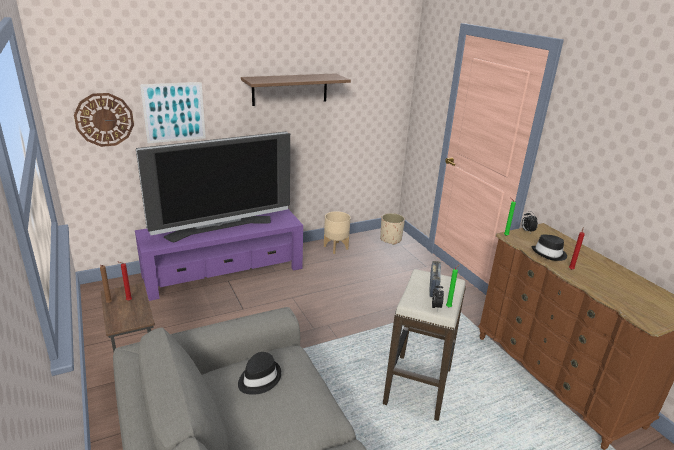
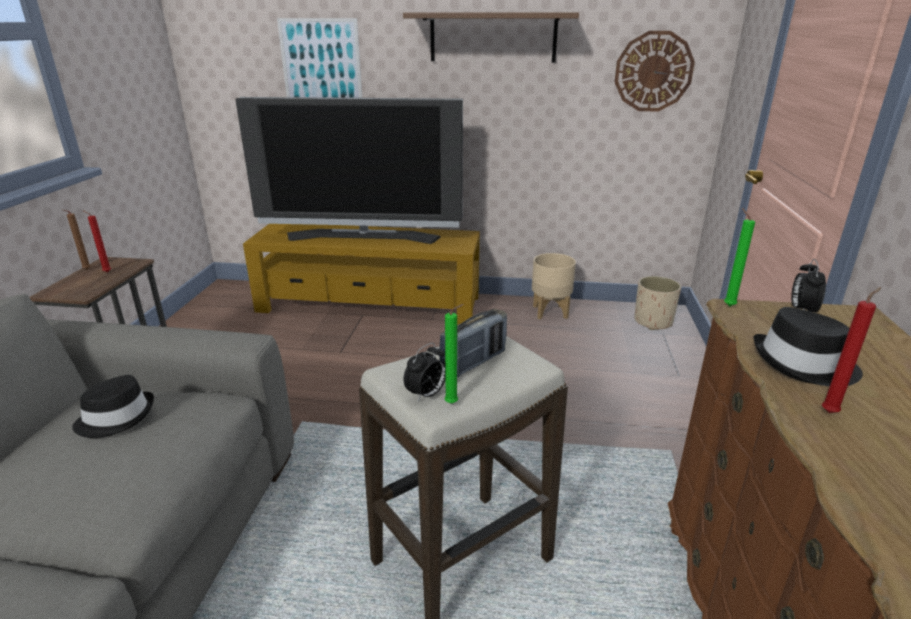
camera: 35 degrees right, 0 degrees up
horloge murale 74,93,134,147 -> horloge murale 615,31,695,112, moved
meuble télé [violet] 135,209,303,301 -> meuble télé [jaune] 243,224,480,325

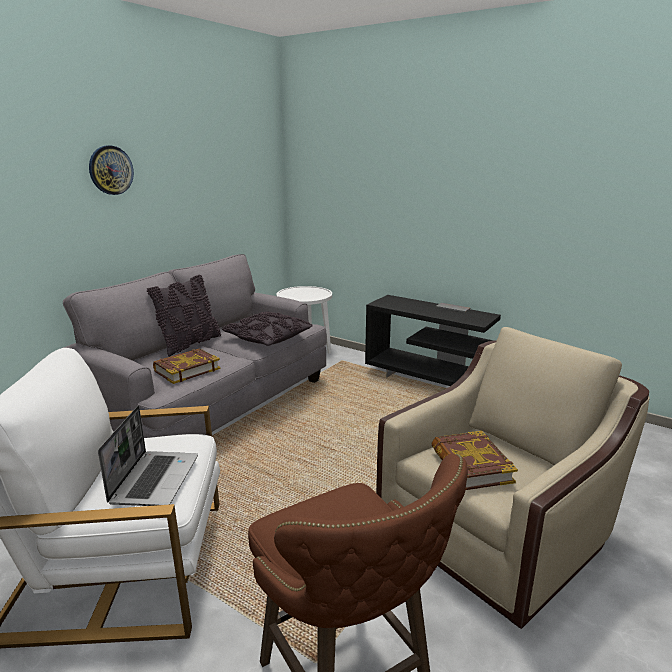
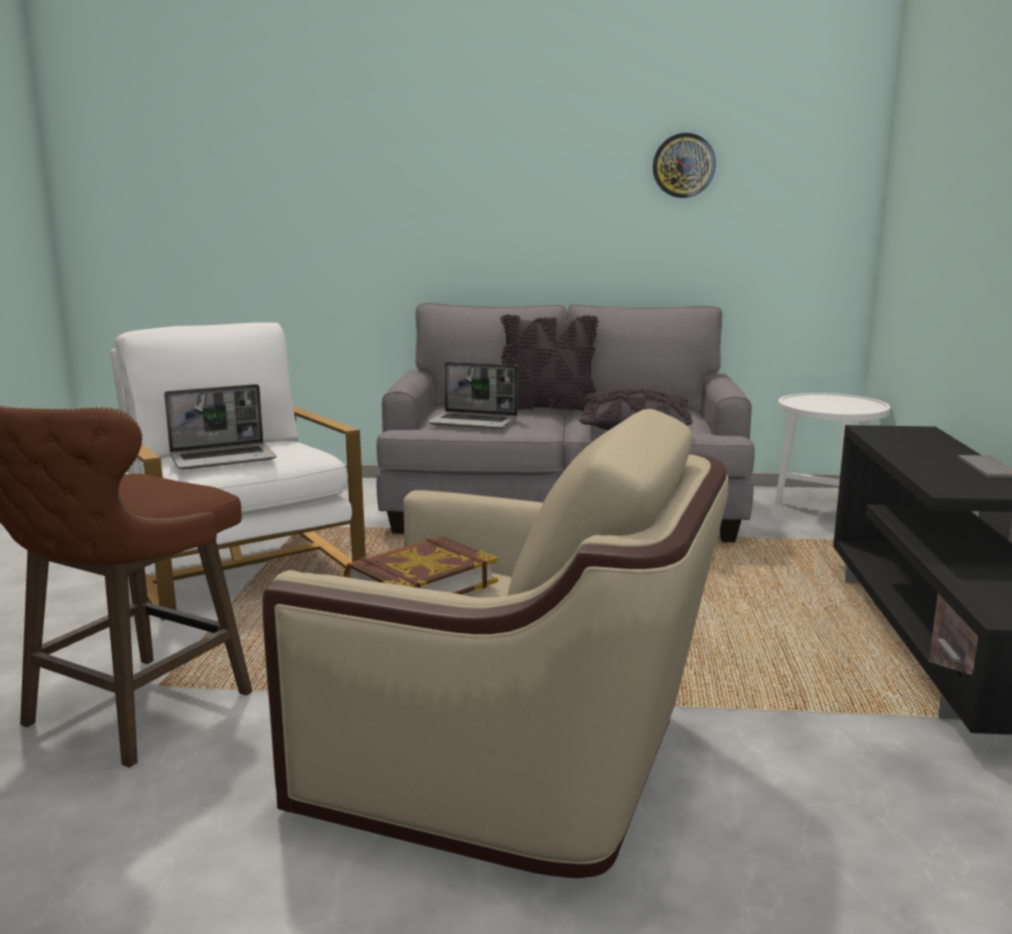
camera: 60 degrees right, 5 degrees down
horloge murale 89,146,134,195 -> horloge murale 653,133,716,198, moved
livre 153,348,221,384 -> ordinateur portable 428,362,518,429

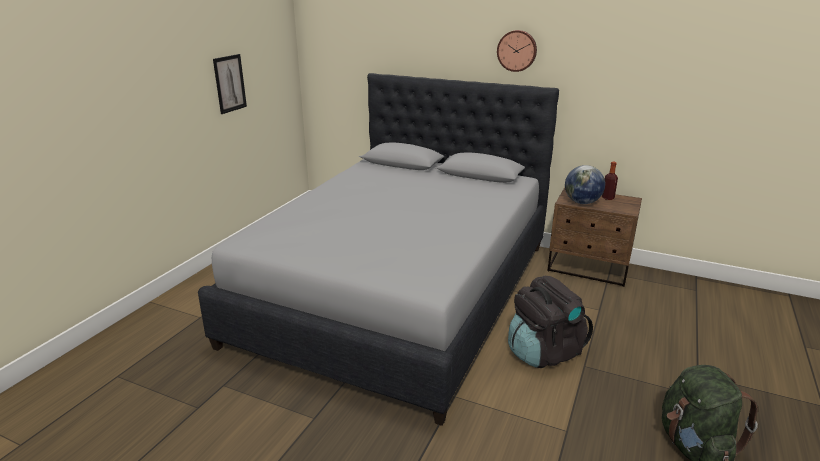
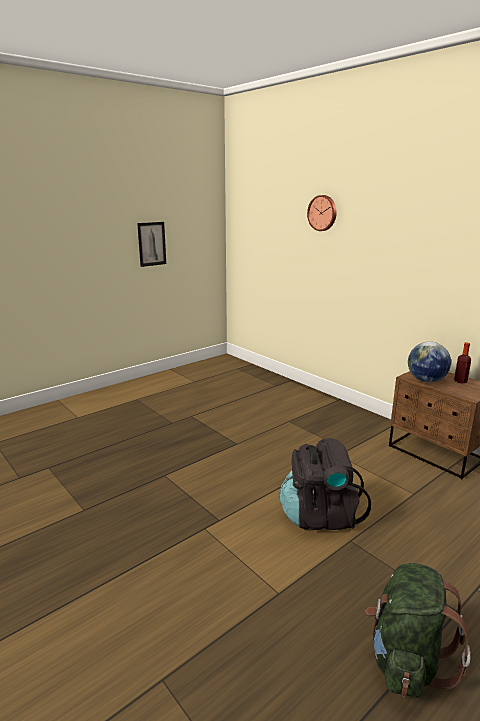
camera: 25 degrees right, 5 degrees down
lit [gris] 198,73,559,426 -> none
horloge murale 497,30,537,72 -> horloge murale 307,195,337,231, moved

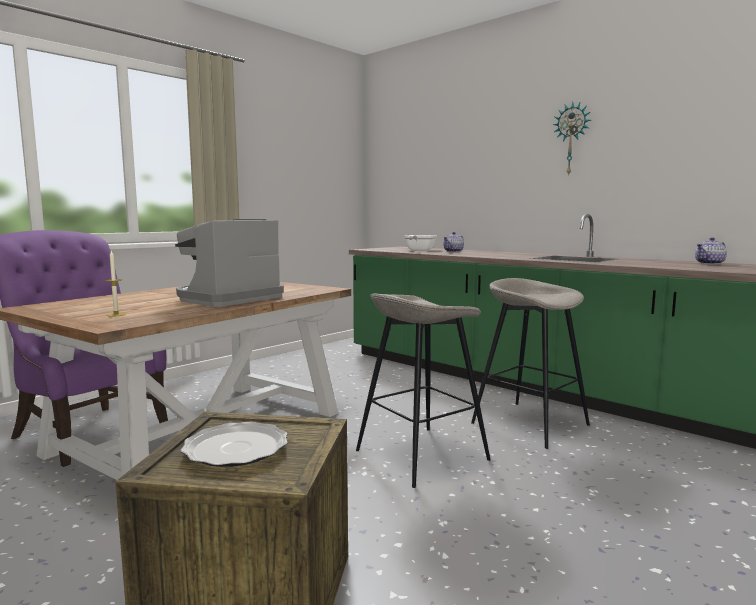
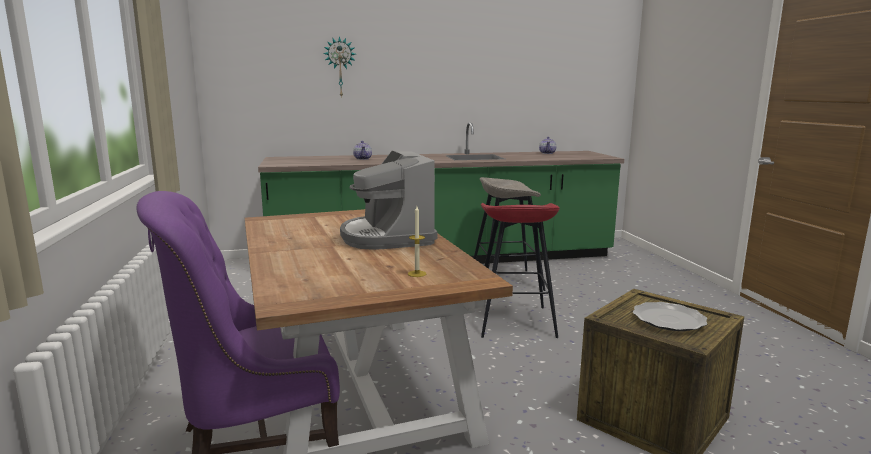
camera: 55 degrees left, 5 degrees up
tabouret [gris] 356,294,490,488 -> tabouret [rouge] 481,203,560,338
poêle 404,235,437,251 -> none
horloge murale 553,102,591,176 -> horloge murale 323,36,356,98, moved

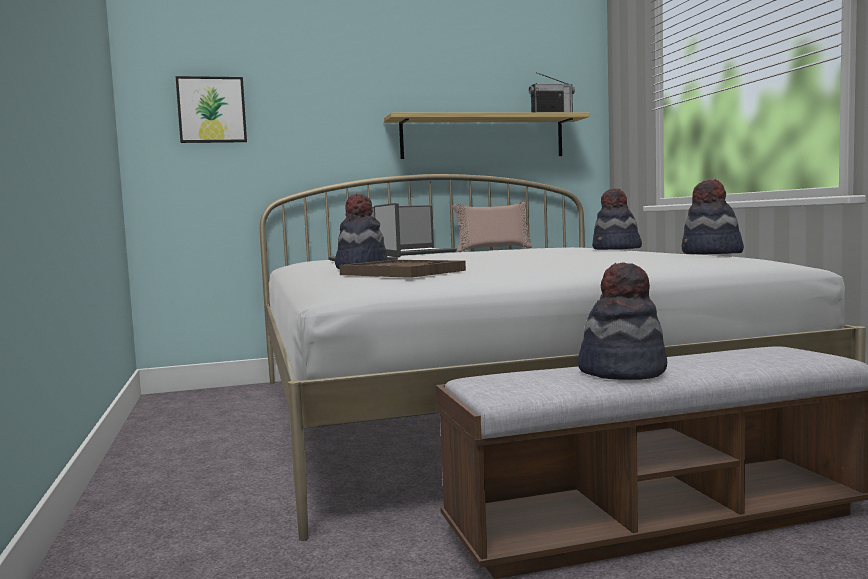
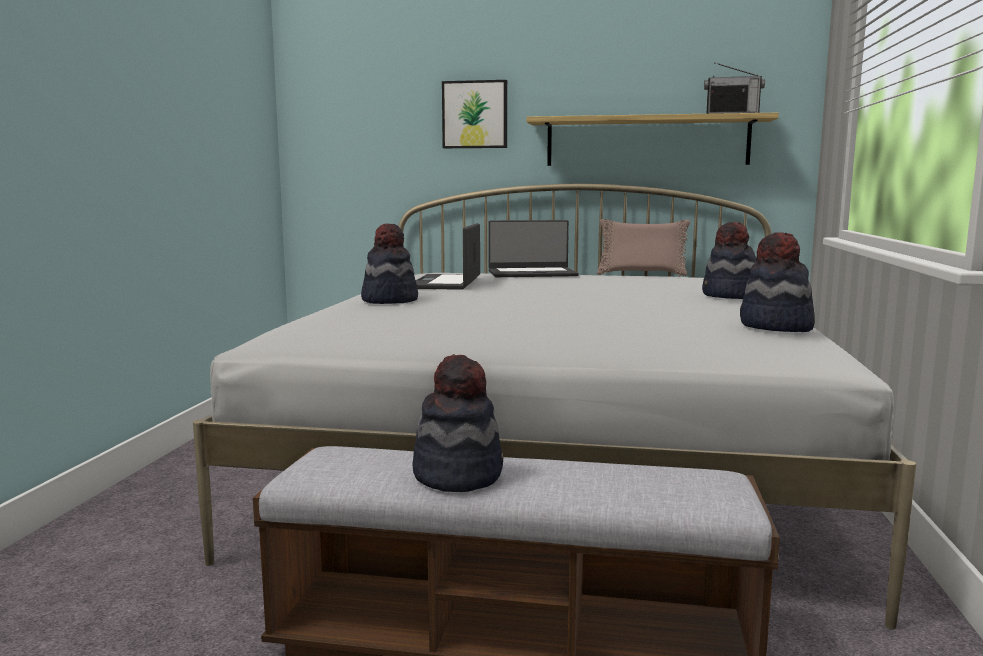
camera: 25 degrees right, 5 degrees up
tableau 176,76,247,143 -> tableau 442,80,507,148, moved
plateau [marron] 339,260,466,278 -> none

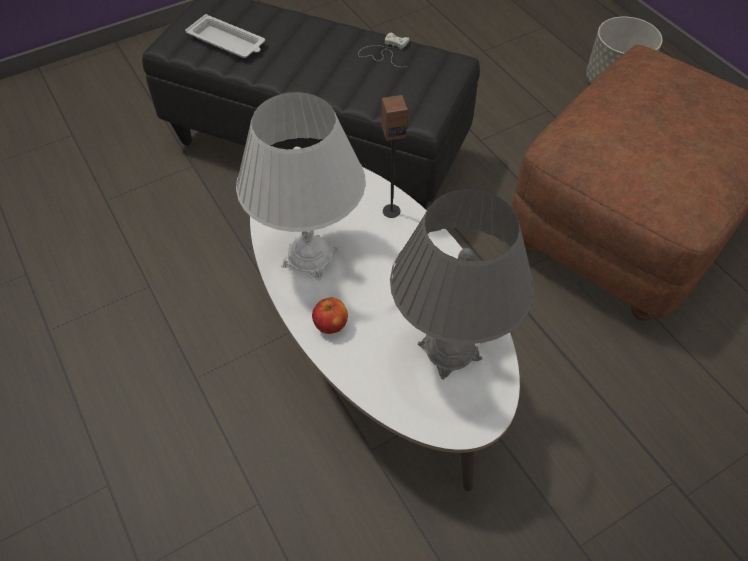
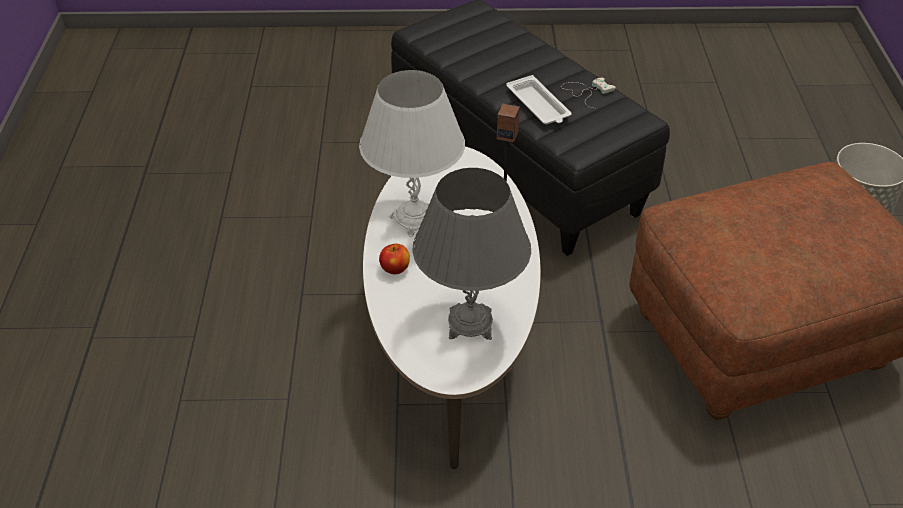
camera: 30 degrees right, 10 degrees down
plateau [blanc] 185,14,265,58 -> plateau [blanc] 506,75,572,124, moved

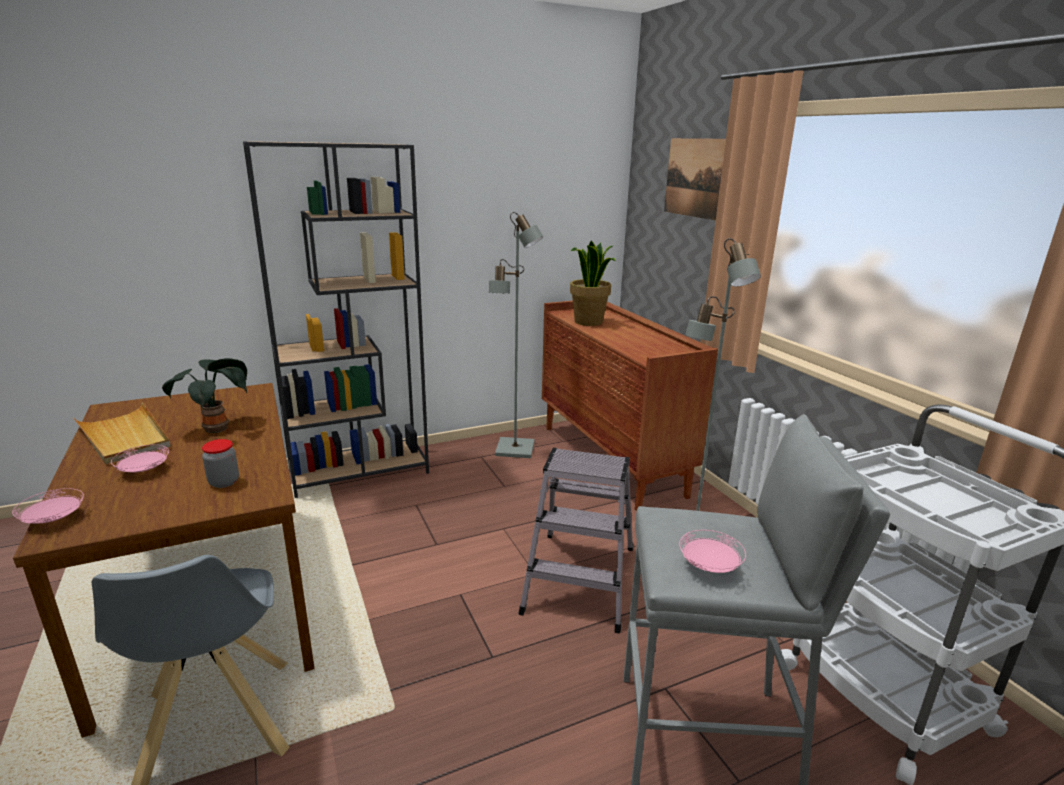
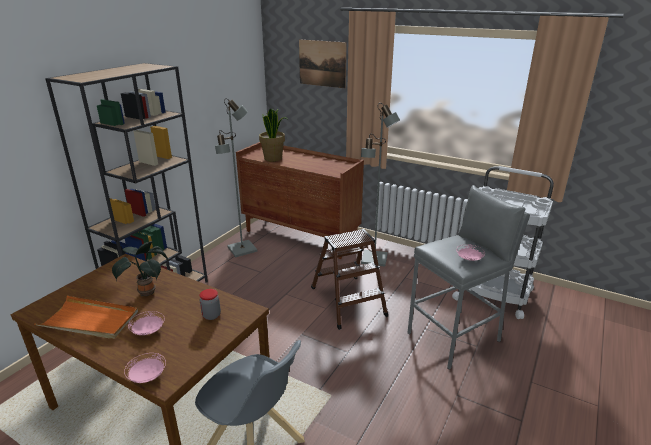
camera: 35 degrees left, 5 degrees up
plateau [beige] 73,402,171,464 -> plateau [orange] 34,296,138,339
escabeau [gris] 519,448,633,633 -> escabeau [marron] 311,229,388,330

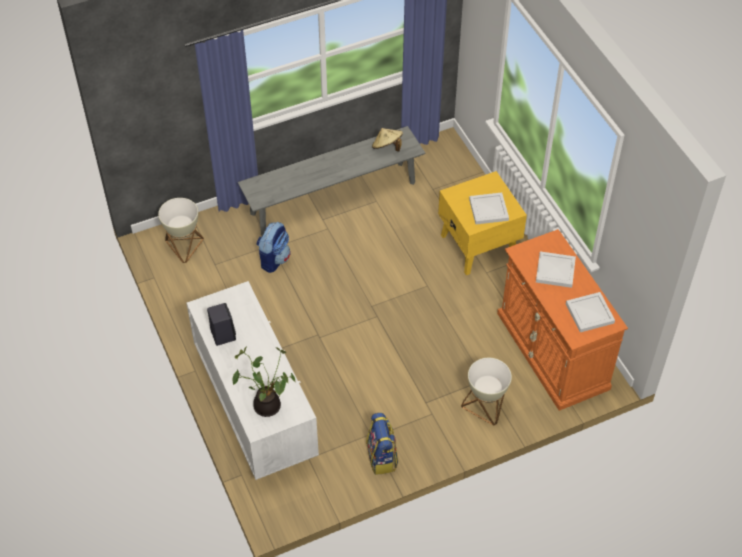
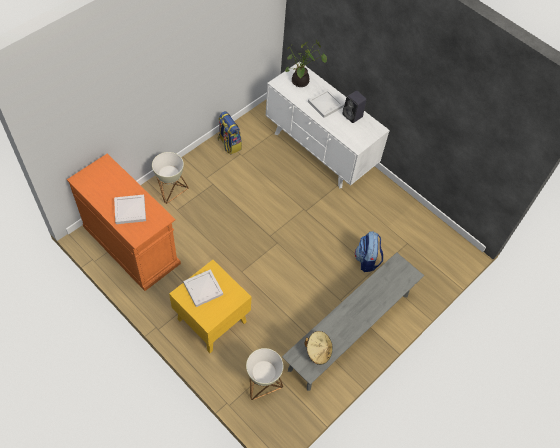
camera: 155 degrees right, 5 degrees up
cache-pot 158,198,204,263 -> cache-pot 246,348,283,400, moved
plateau [blanc] 566,292,615,332 -> plateau [blanc] 308,89,344,118, moved

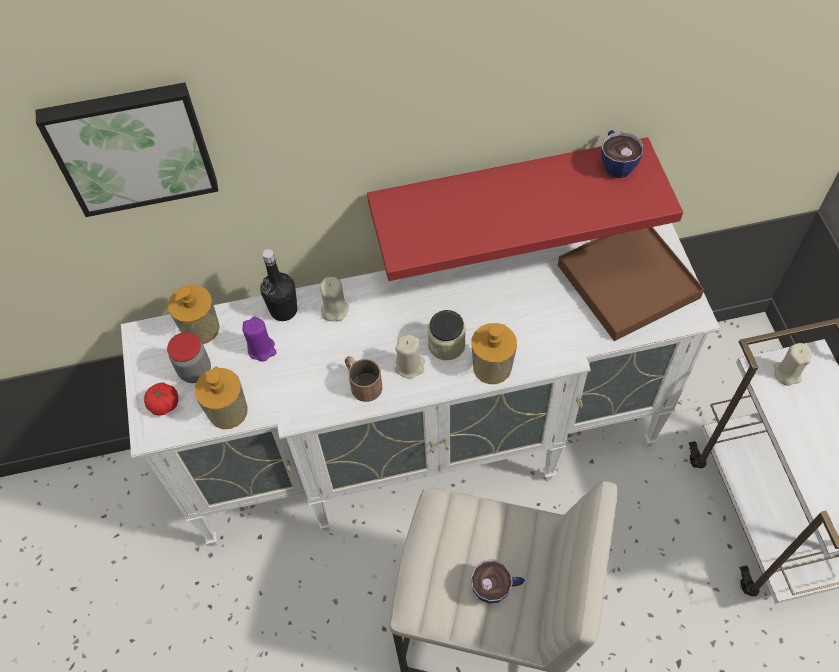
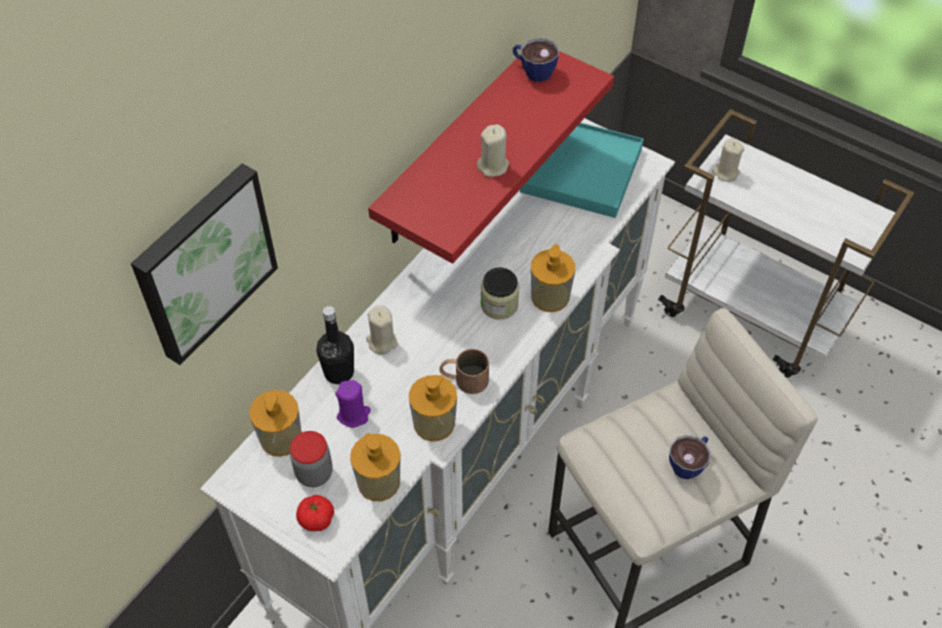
camera: 45 degrees left, 5 degrees down
bougie [beige] 395,335,425,378 -> bougie [beige] 477,124,509,177, moved
plateau [marron] 558,227,704,341 -> plateau [turquoise] 520,122,643,218
none -> distributeur de savon 409,375,457,441

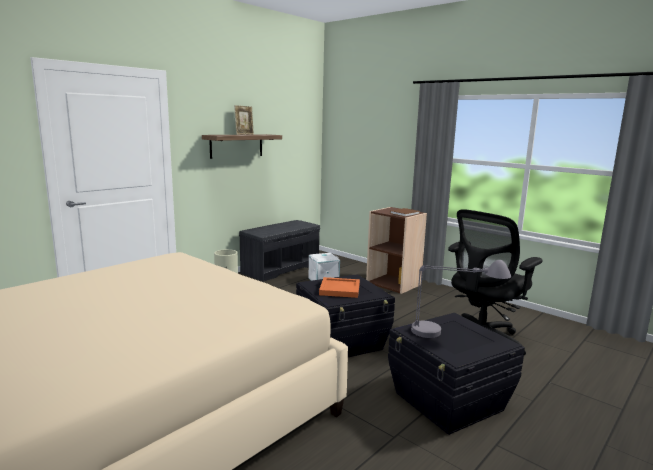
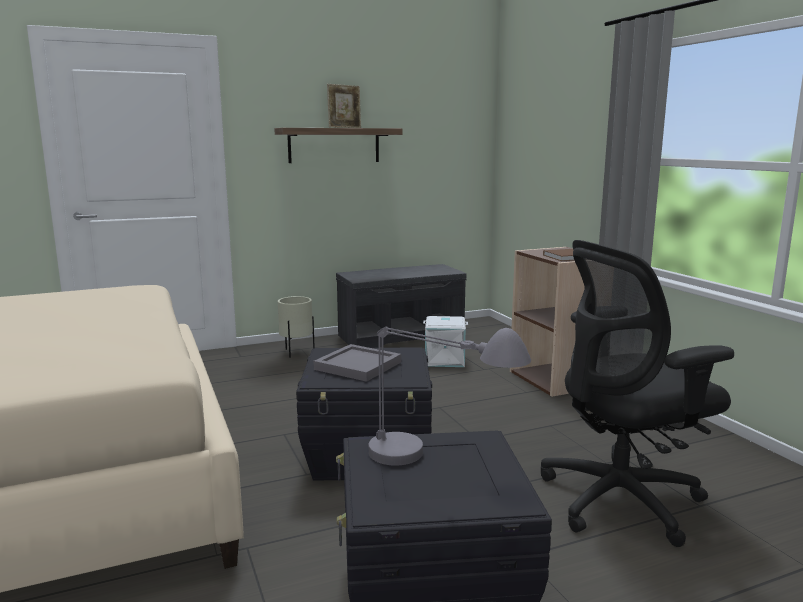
camera: 25 degrees right, 0 degrees up
plateau [orange] 319,277,360,298 -> plateau [gris] 314,344,401,382

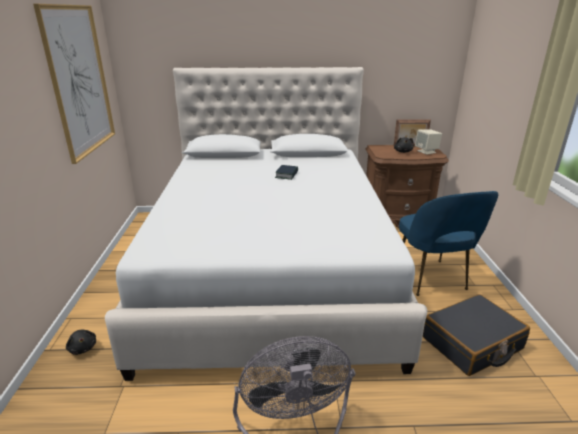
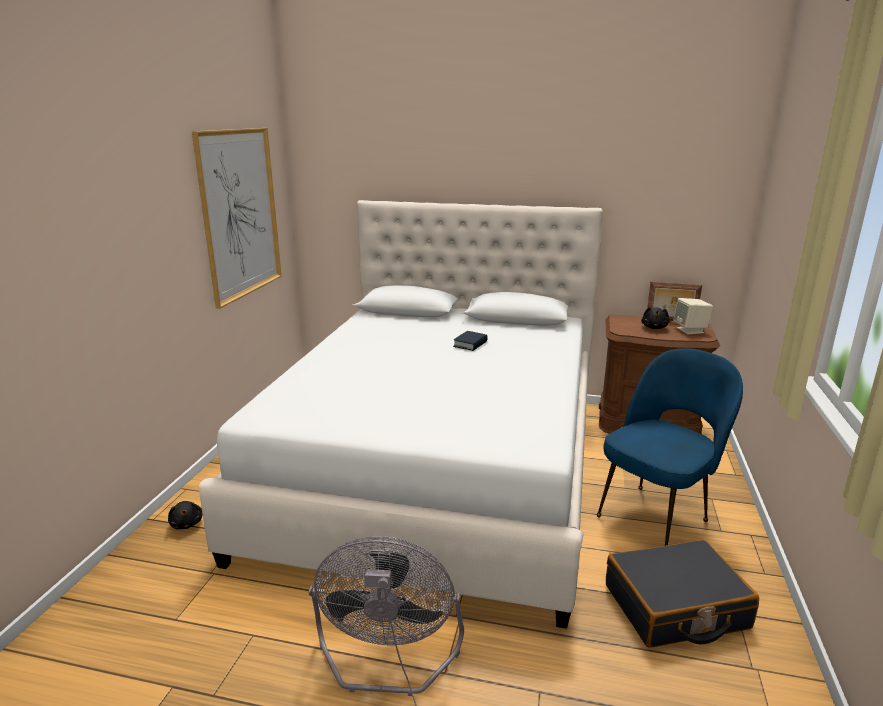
camera: 15 degrees right, 5 degrees down
chaise [bleu] 399,191,498,296 -> chaise [bleu] 597,348,743,546, 135 degrees counterclockwise

